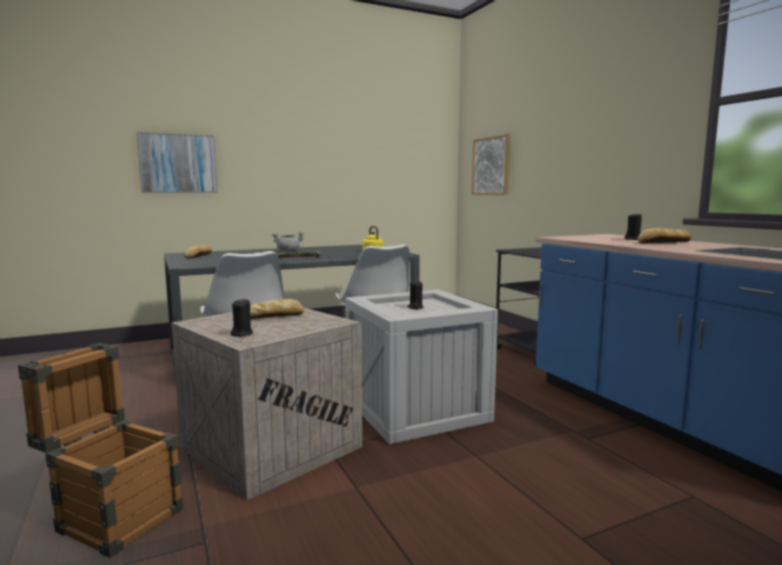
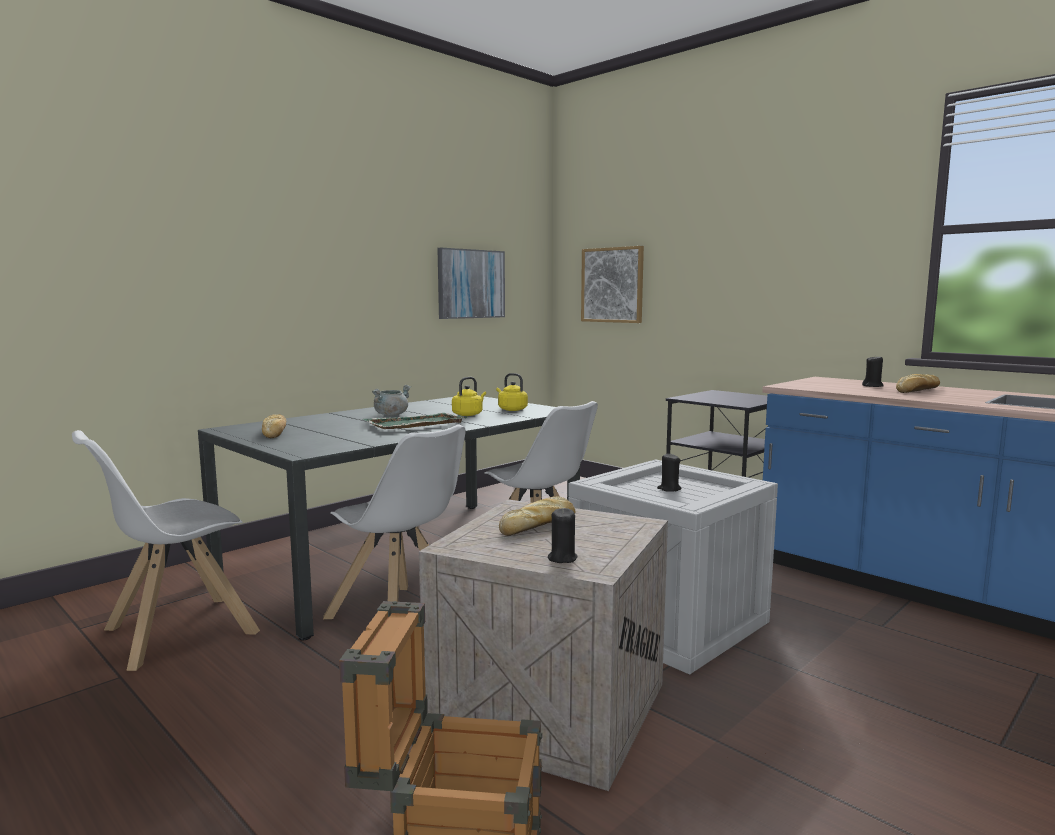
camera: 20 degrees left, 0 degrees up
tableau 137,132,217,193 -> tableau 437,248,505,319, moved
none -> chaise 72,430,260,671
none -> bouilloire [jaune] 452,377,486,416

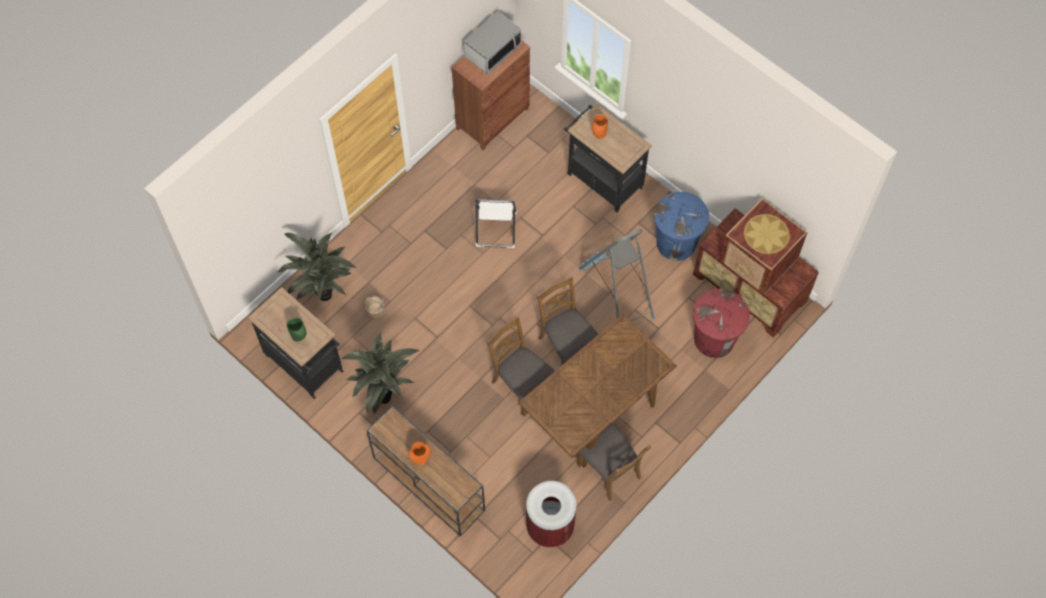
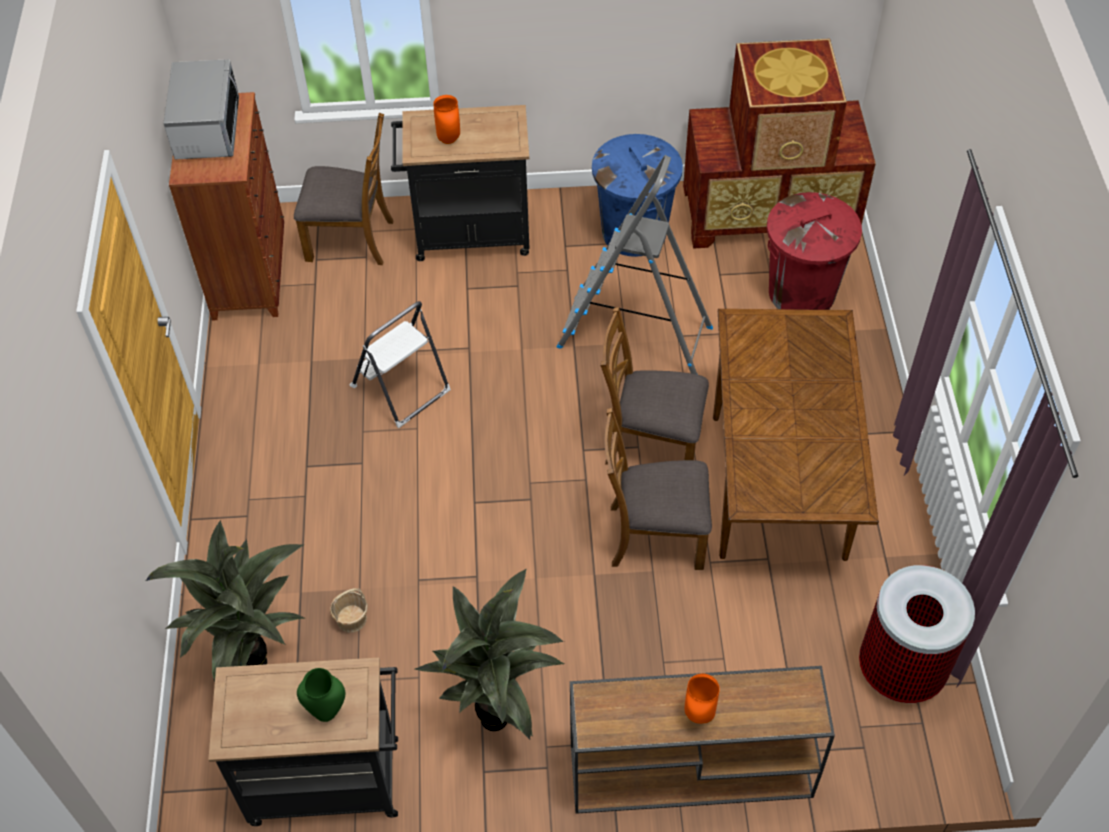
camera: 45 degrees left, 10 degrees down
chaise [marron] 576,423,651,501 -> chaise [marron] 294,113,394,265, moved

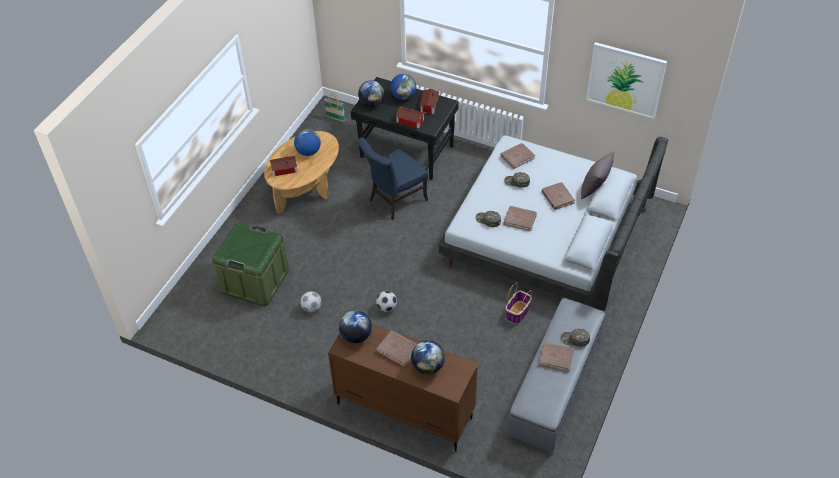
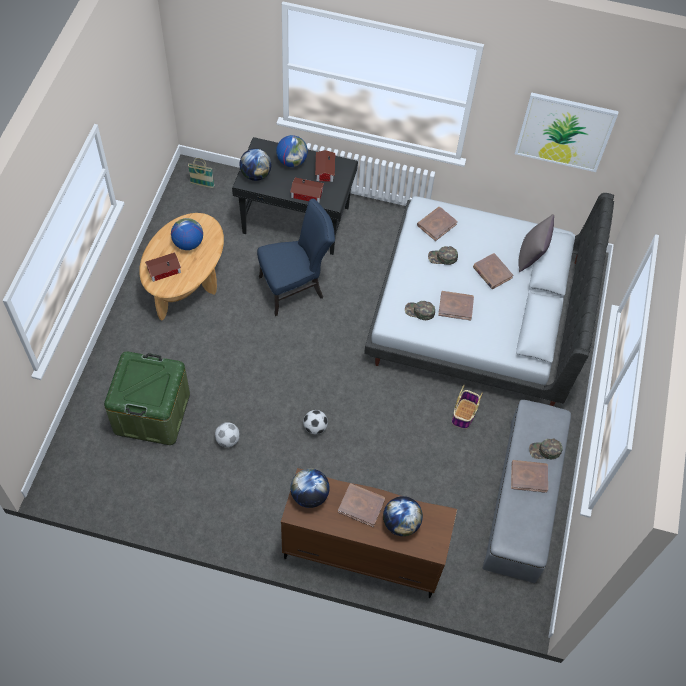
camera: 15 degrees left, 10 degrees up
chaise [bleu] 357,138,428,220 -> chaise [bleu] 257,199,335,316, 150 degrees counterclockwise

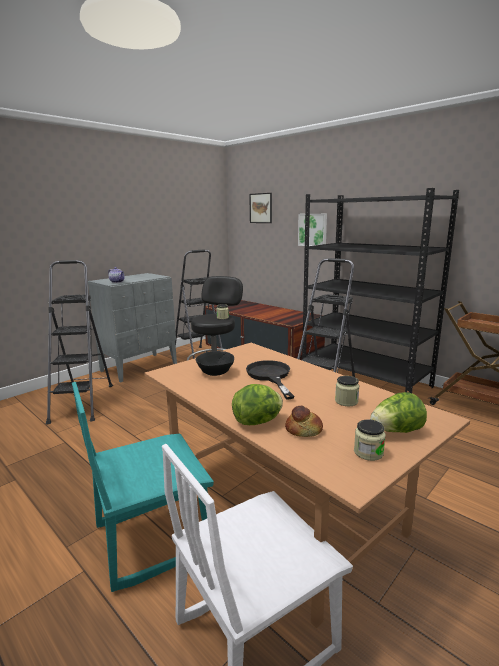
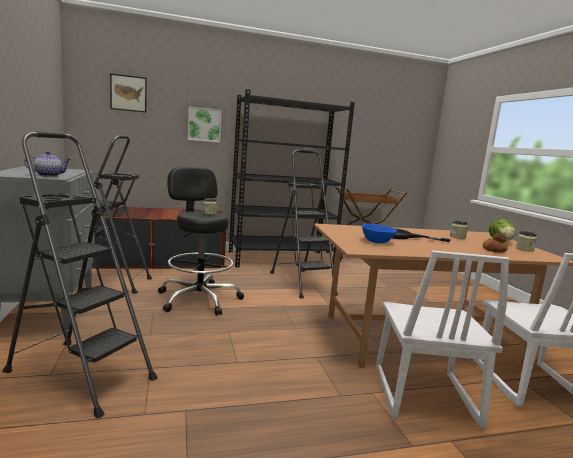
camera: 60 degrees left, 5 degrees down
chaise [turquoise] 72,382,214,592 -> chaise [blanc] 376,251,510,428
bol [noir] 196,351,234,376 -> bol [bleu] 362,224,397,244
laitue 232,384,283,425 -> none

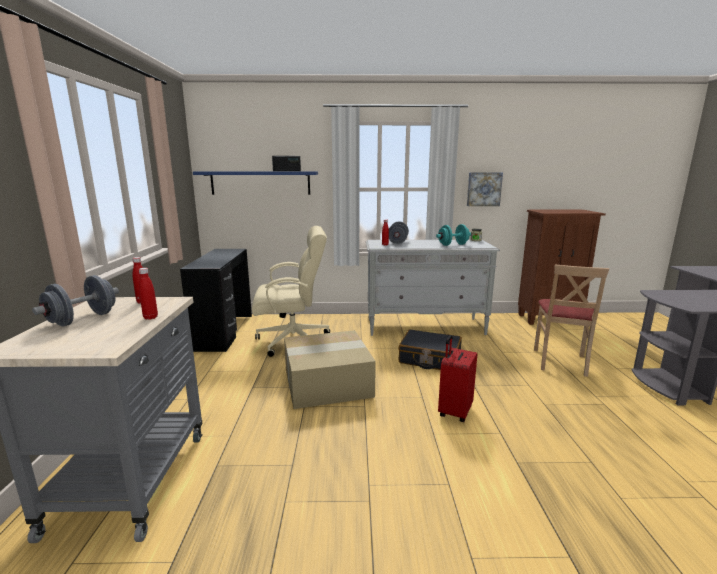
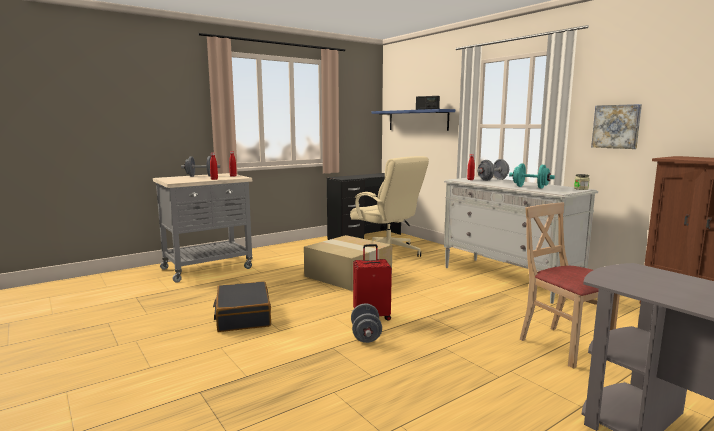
camera: 55 degrees right, 5 degrees down
valise [noir] 398,329,462,370 -> valise [noir] 213,281,271,332, moved
chaise [beige] 534,264,609,377 -> chaise [beige] 520,203,620,369, 75 degrees clockwise
none -> haltère [gris] 351,303,382,343

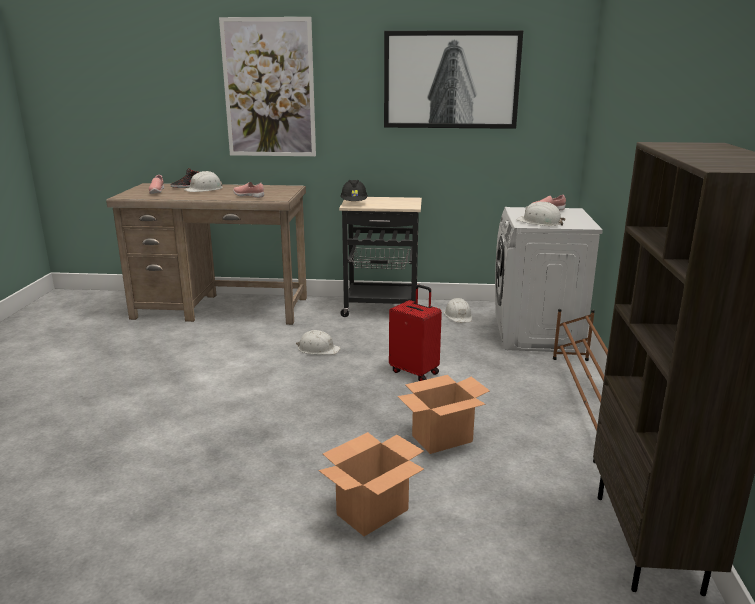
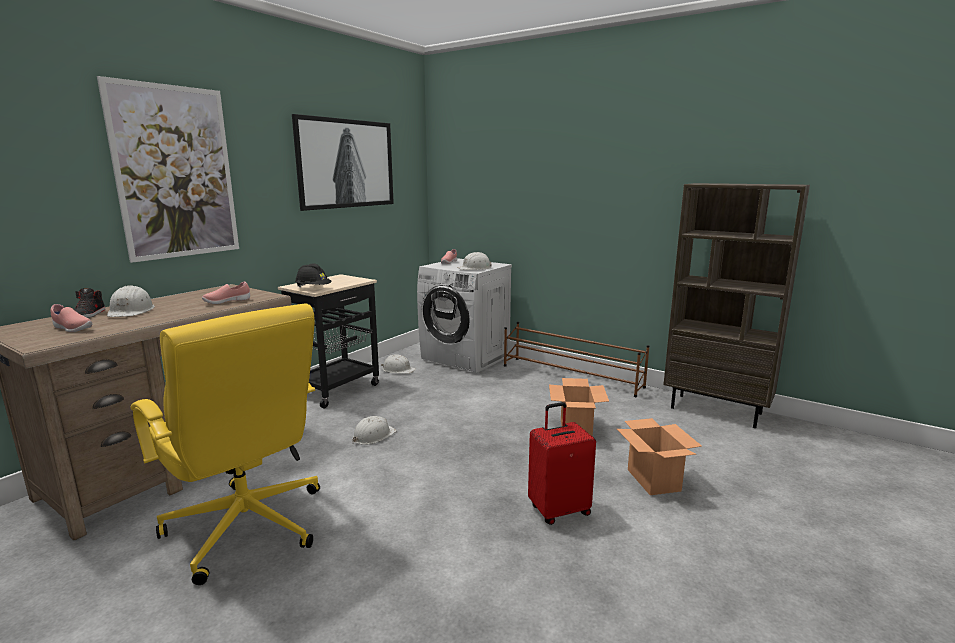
camera: 60 degrees left, 5 degrees down
valise [rouge] 389,285,442,381 -> valise [rouge] 528,402,596,525, moved
none -> chaise de bureau [jaune] 130,304,320,585

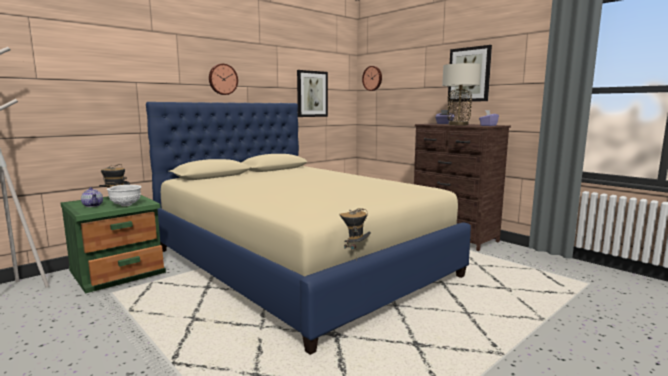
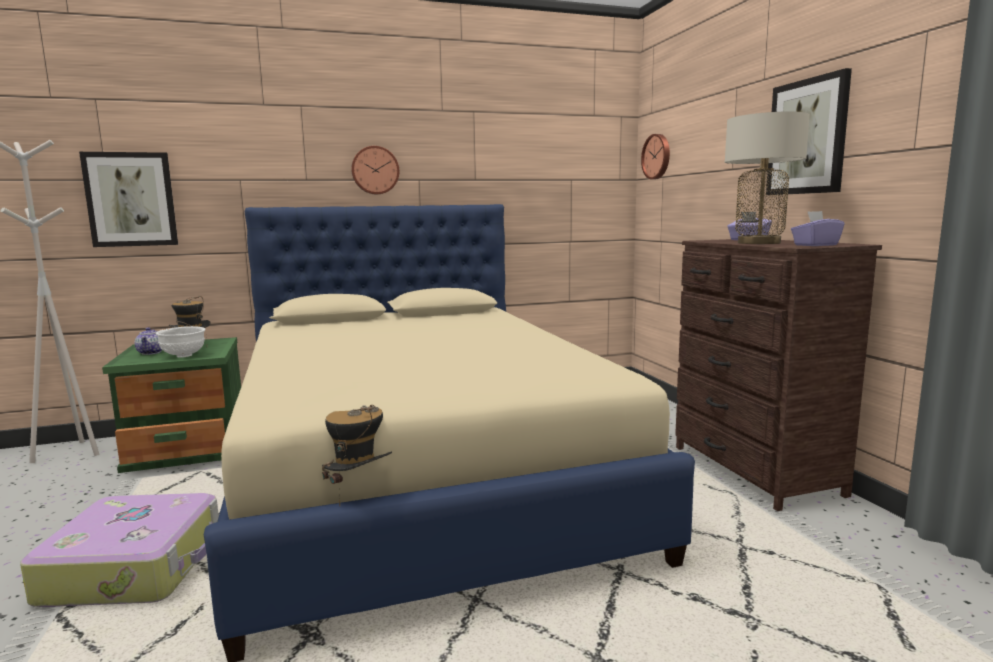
camera: 25 degrees right, 0 degrees up
tableau 297,70,328,117 -> tableau 79,152,178,247, moved
none -> valise 20,493,219,607

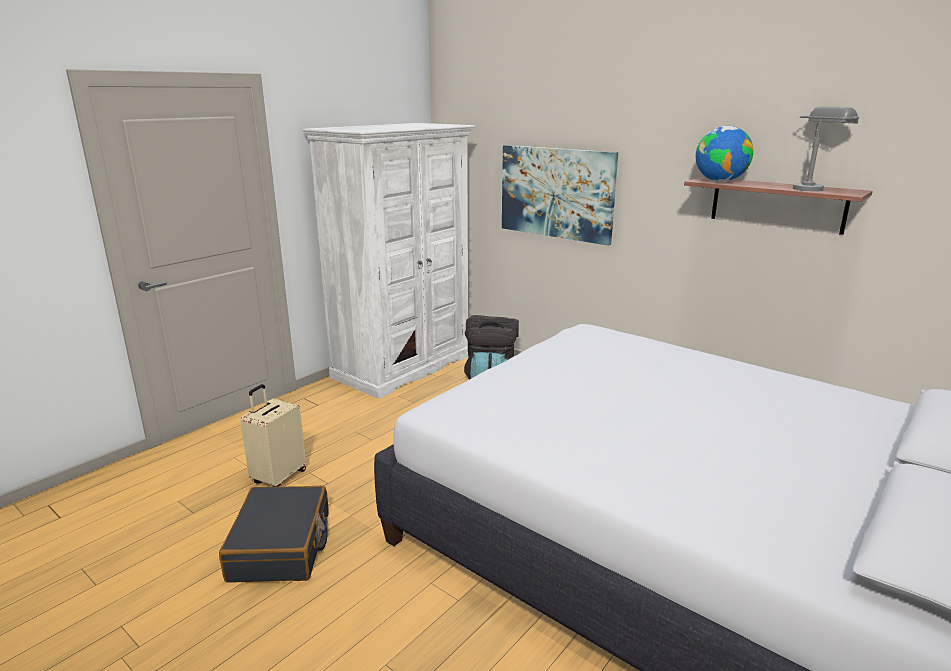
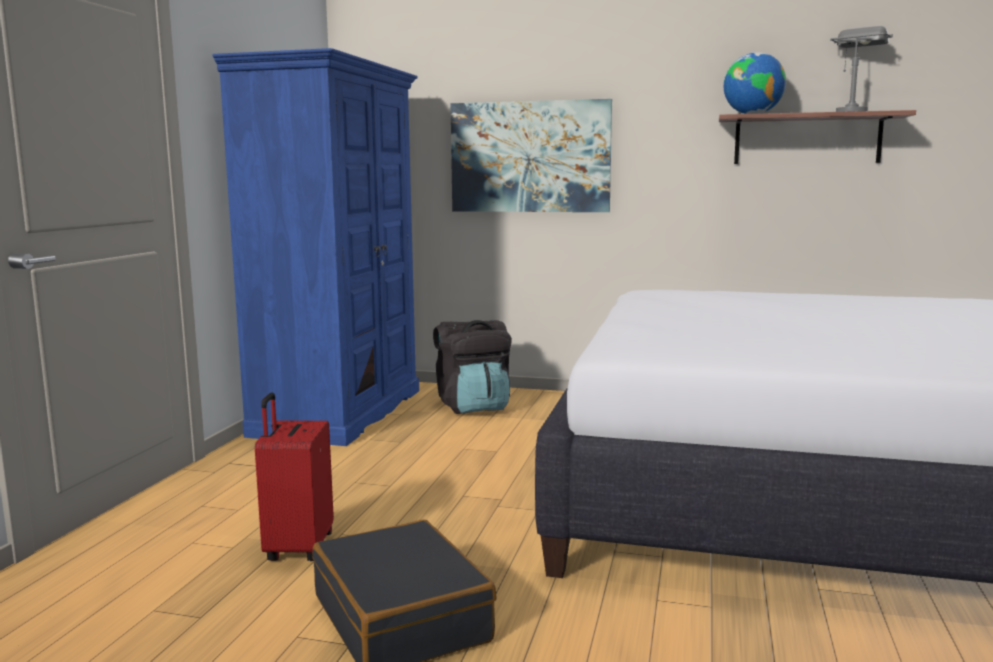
camera: 25 degrees left, 10 degrees down
valise [beige] 240,384,306,487 -> valise [rouge] 255,392,334,561
armoire [blanc] 303,123,476,399 -> armoire [bleu] 213,48,419,446

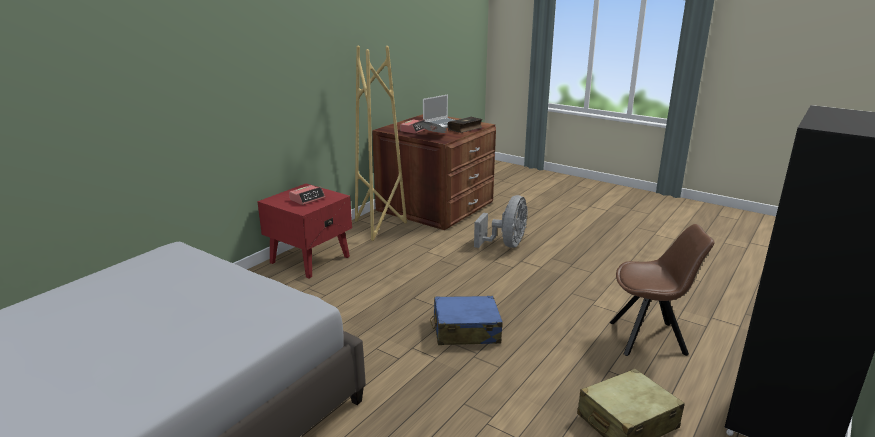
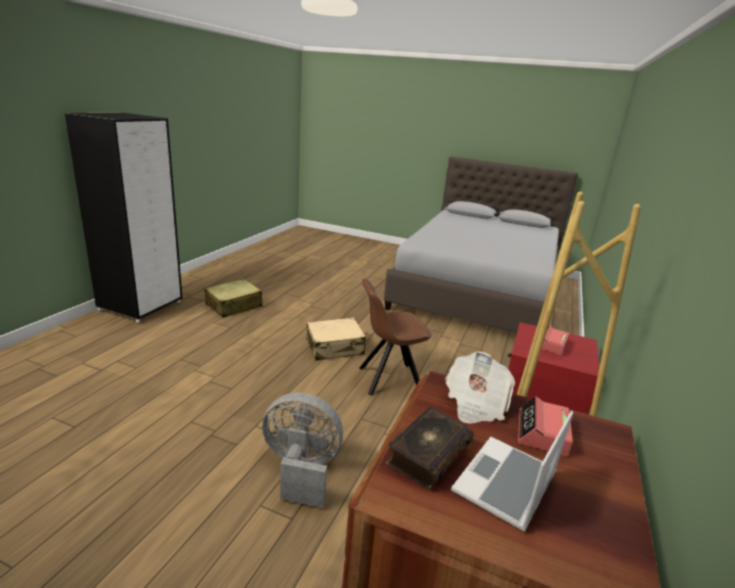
camera: 165 degrees right, 0 degrees up
valise [bleu] 430,296,503,345 -> valise [beige] 307,317,366,361
ventilateur [gris] 474,195,528,248 -> ventilateur [gris] 262,392,343,508, 90 degrees clockwise
chaise [marron] 610,224,714,356 -> chaise [marron] 360,278,431,395, moved

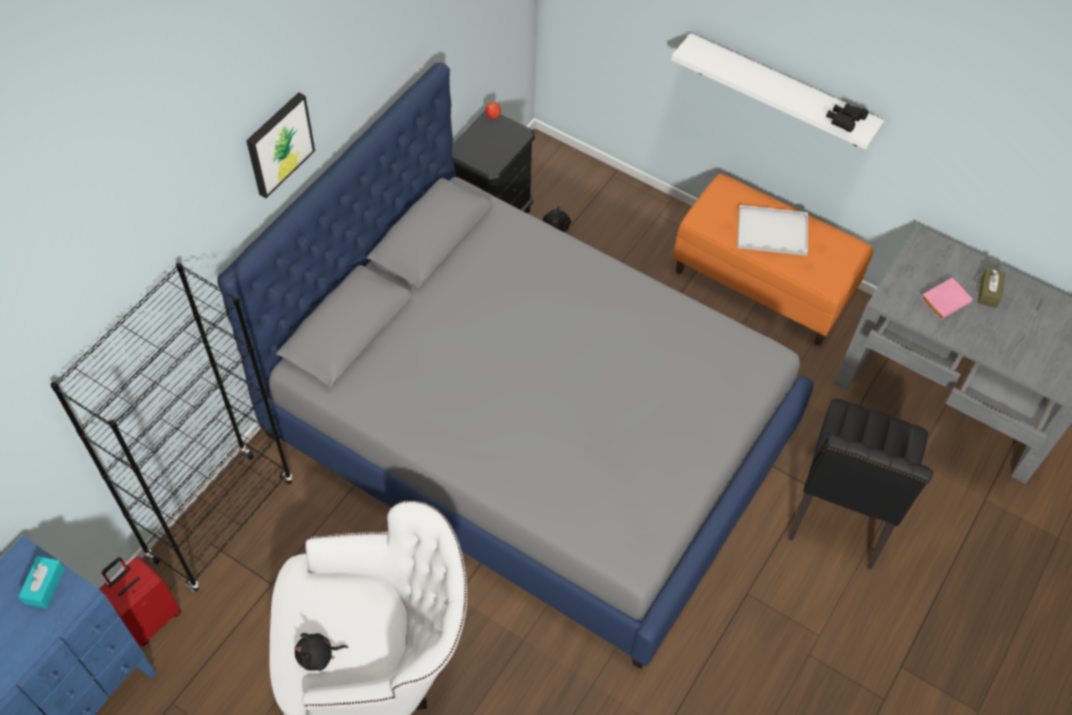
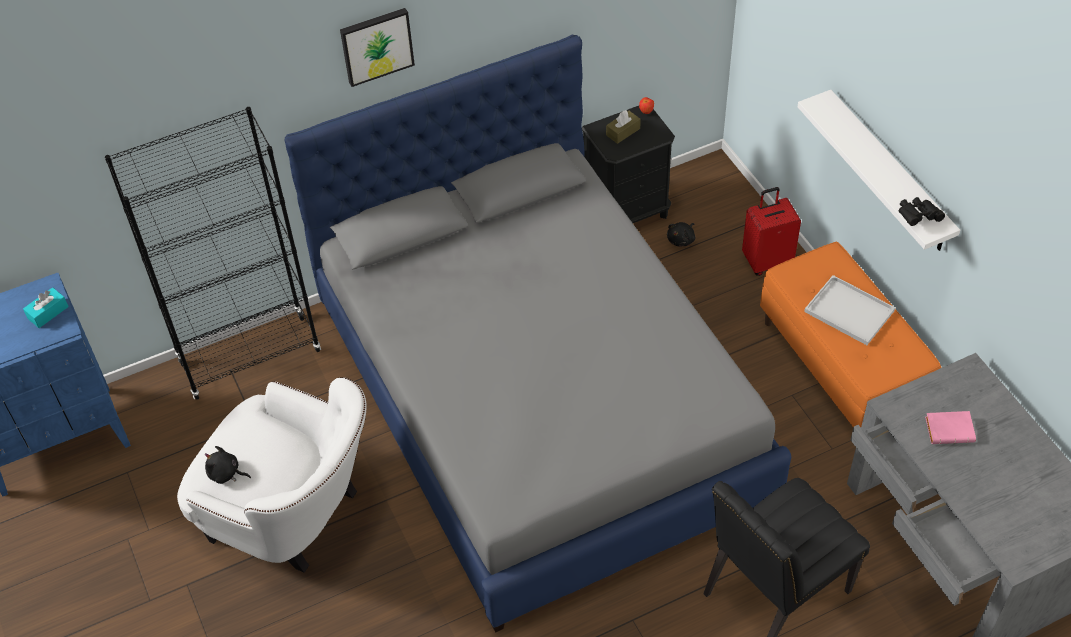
camera: 35 degrees right, 5 degrees down
valise [rouge] 99,556,181,647 -> valise [rouge] 742,187,801,276, moved
boîte à mouchoirs [marron] 977,268,1005,308 -> boîte à mouchoirs [marron] 606,110,641,144, moved

